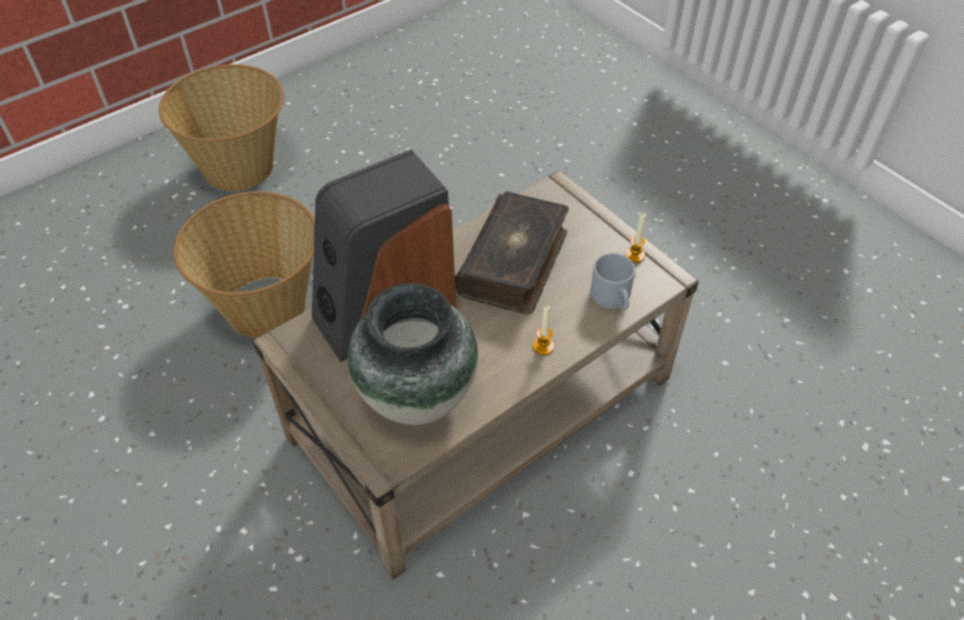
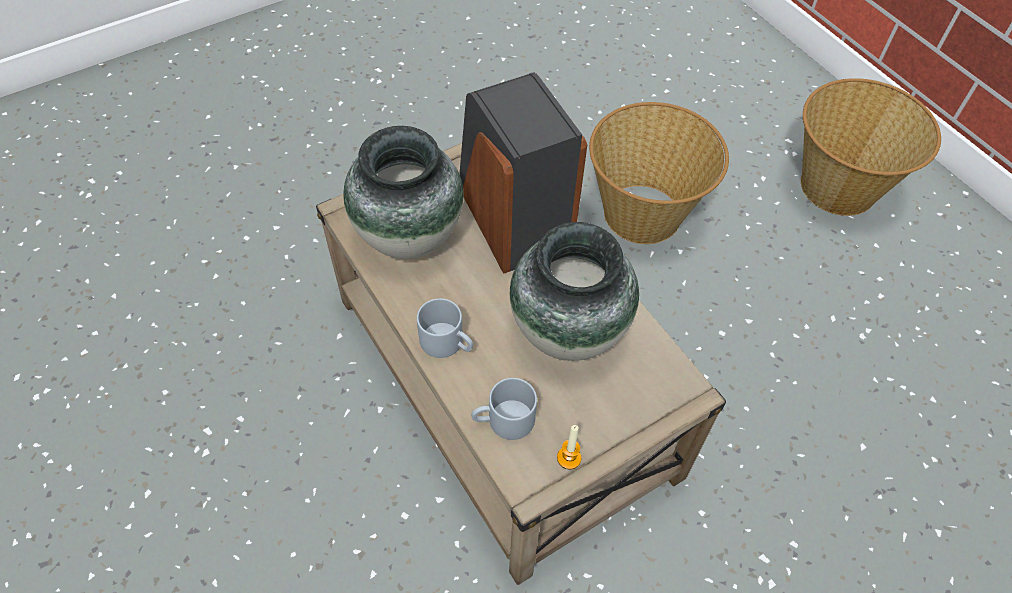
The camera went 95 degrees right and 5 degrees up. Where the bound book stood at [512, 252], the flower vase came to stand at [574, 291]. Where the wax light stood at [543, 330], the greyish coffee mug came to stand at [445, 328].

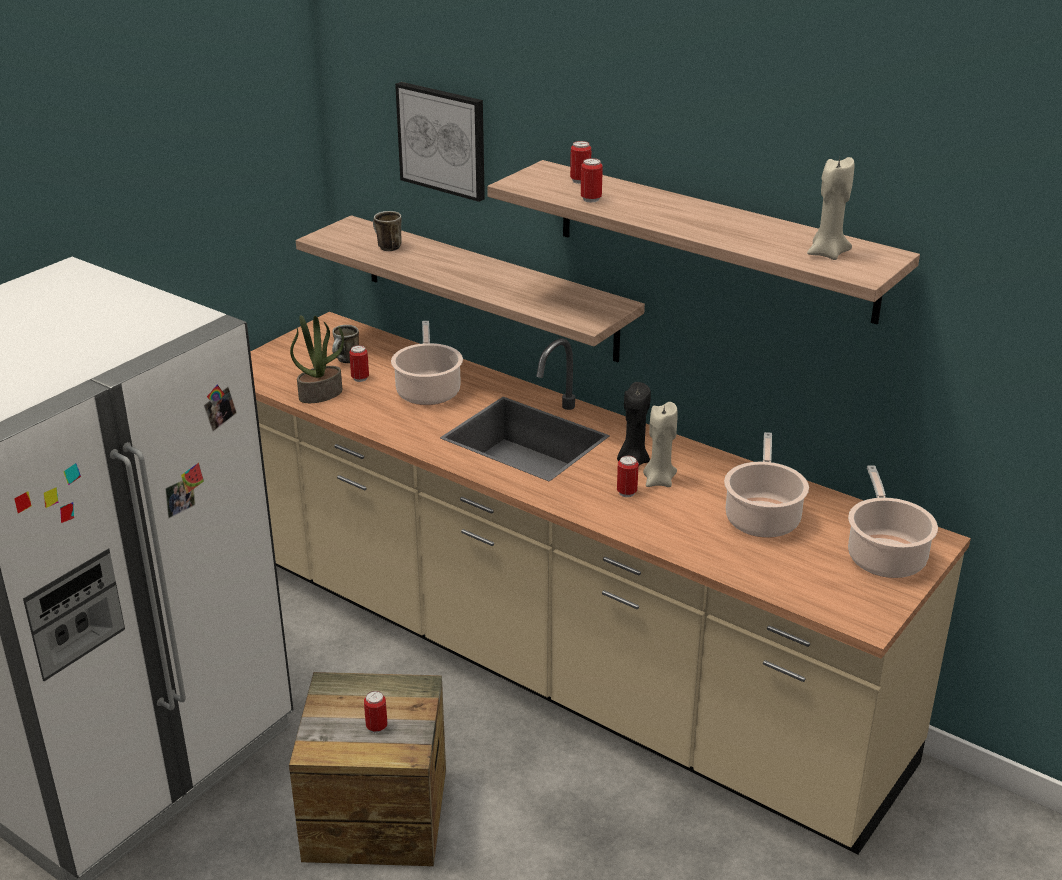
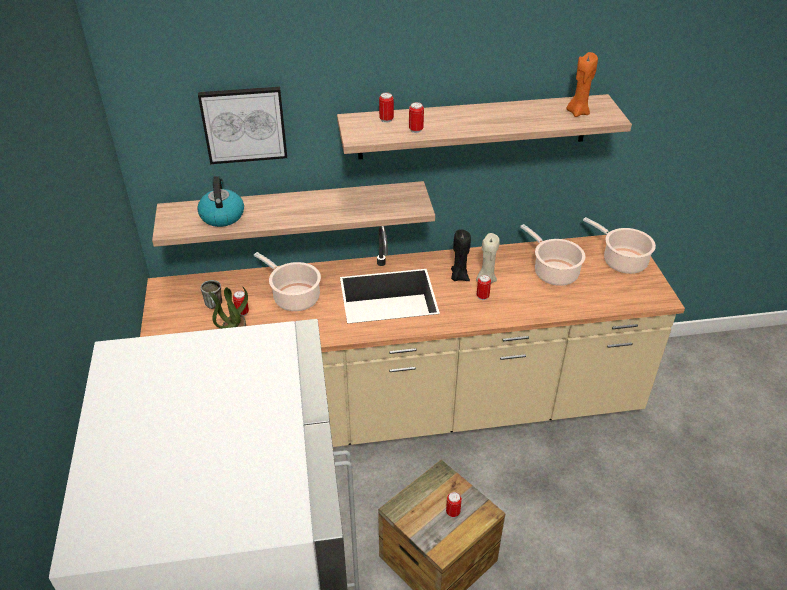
The camera went 45 degrees left and 10 degrees up. Where the coffee mug stood at [387, 231], the water kettle came to stand at [220, 201]. What was the beige wax light at [831, 208] turned into the orange-coloured wax light at [582, 84].

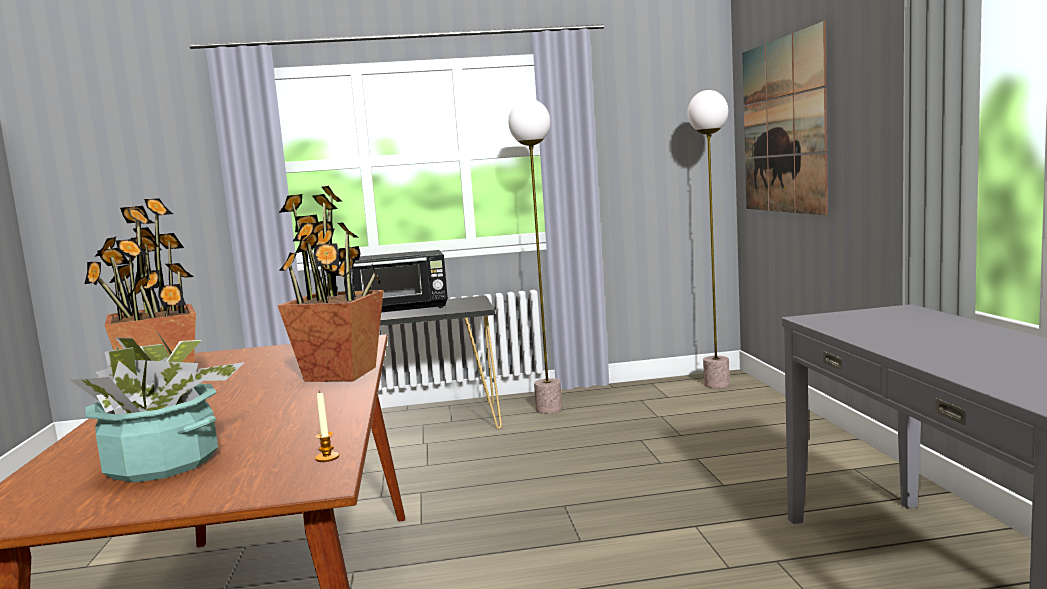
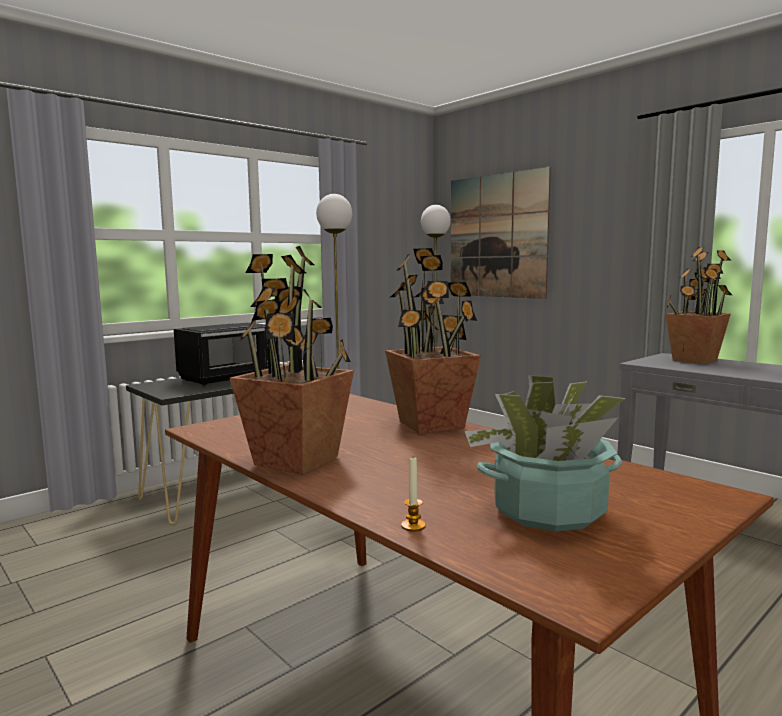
The camera went 35 degrees left and 0 degrees up. The second view gained the houseplant at [699, 305]. The wax light ended up elsewhere, having gone from [327, 426] to [413, 495].

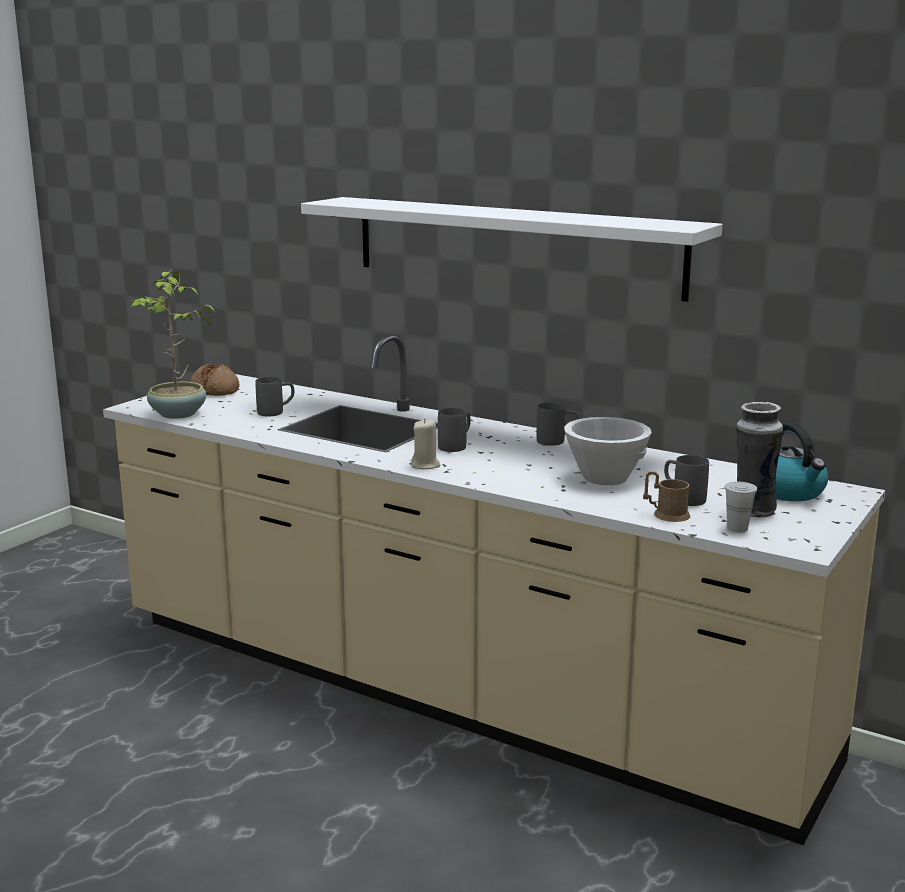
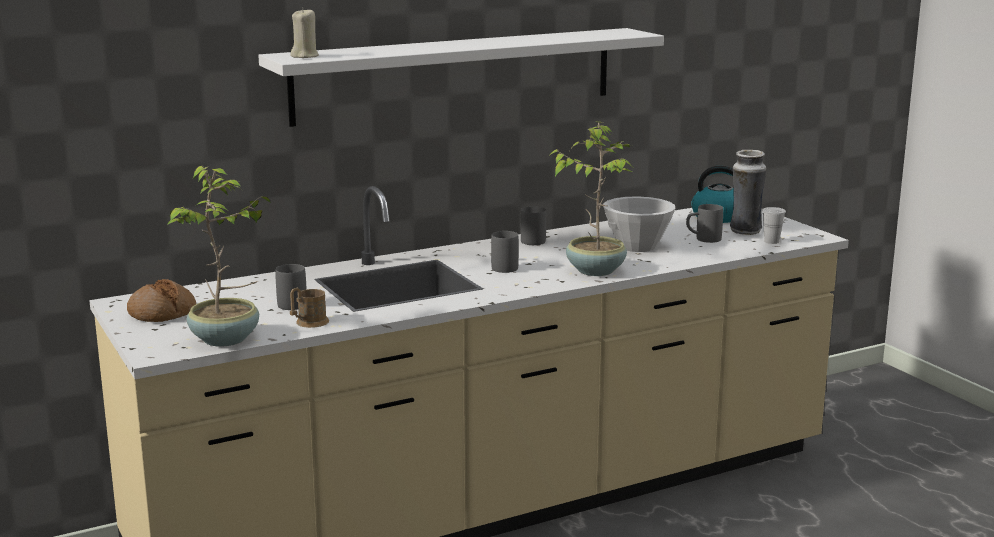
The camera went 60 degrees left and 0 degrees up. The second view gained the houseplant at [590, 199]. The beige wax light ended up elsewhere, having gone from [425, 443] to [304, 33]. The brownish coffee mug ended up elsewhere, having gone from [666, 496] to [309, 308].

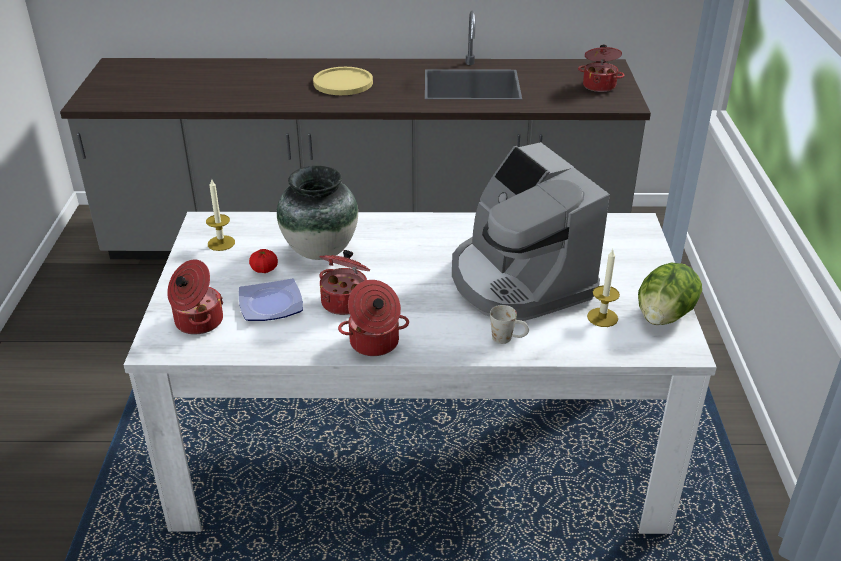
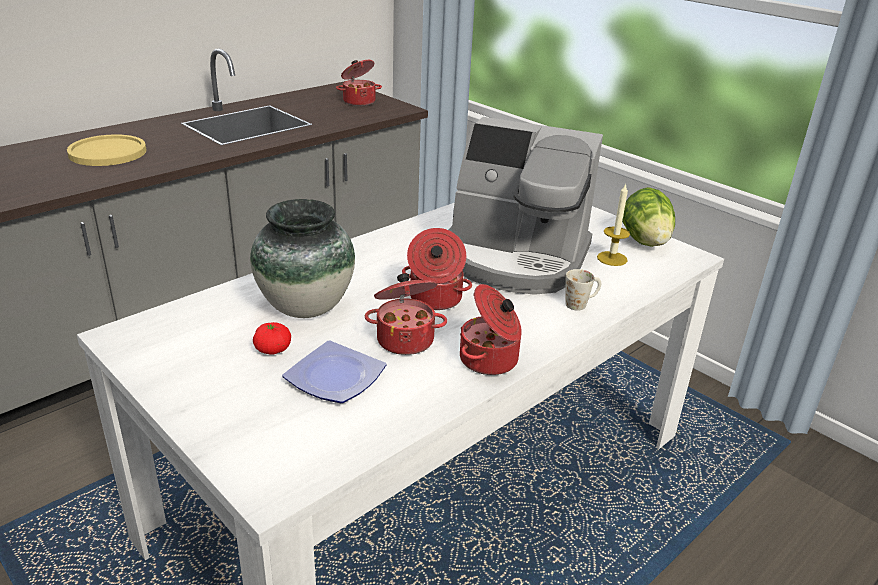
The camera went 45 degrees left and 5 degrees down. The second view lost the wax light at [220, 214]. The cooking pot ended up elsewhere, having gone from [195, 296] to [437, 269].

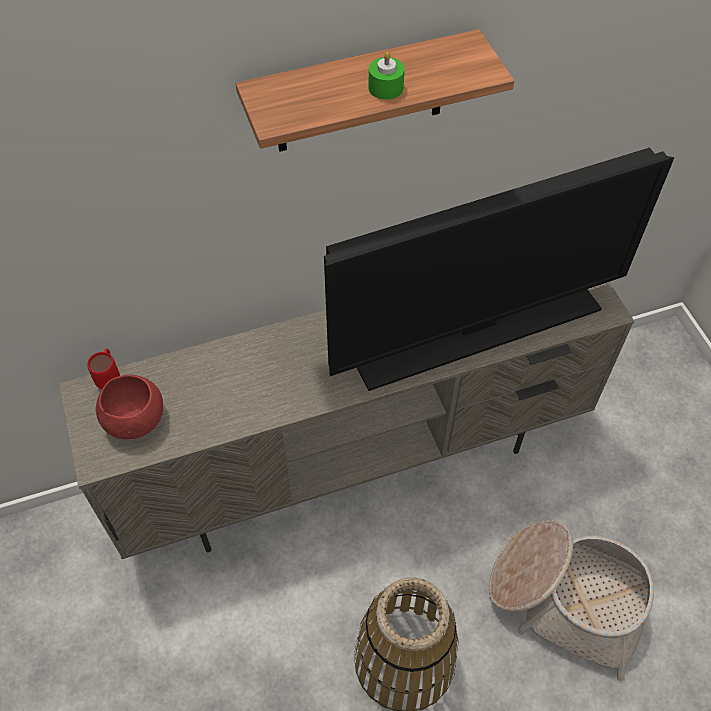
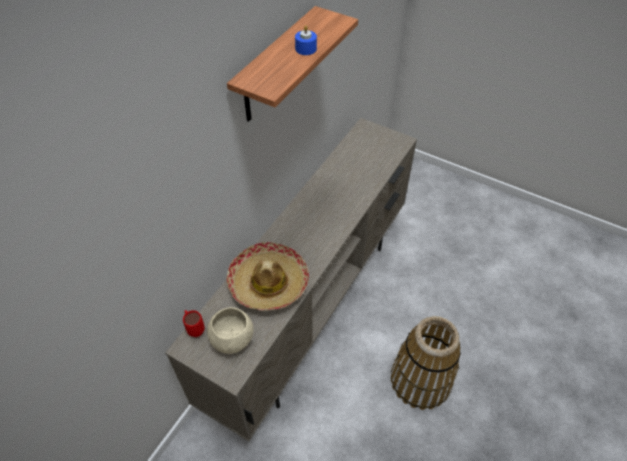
The camera went 40 degrees left and 5 degrees down. The second view lost the TV at [499, 269]. The second view lost the household basket at [571, 600]. The second view gained the hat at [267, 276]. What was the red bowl at [129, 407] turned into the beige bowl at [230, 330]. What was the green-coloured wax light at [386, 76] turned into the blue-coloured wax light at [306, 40].

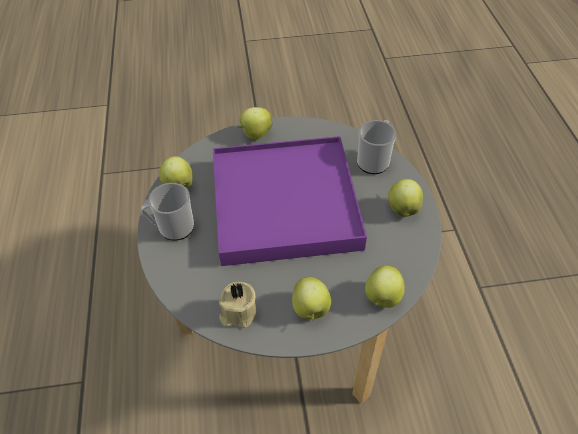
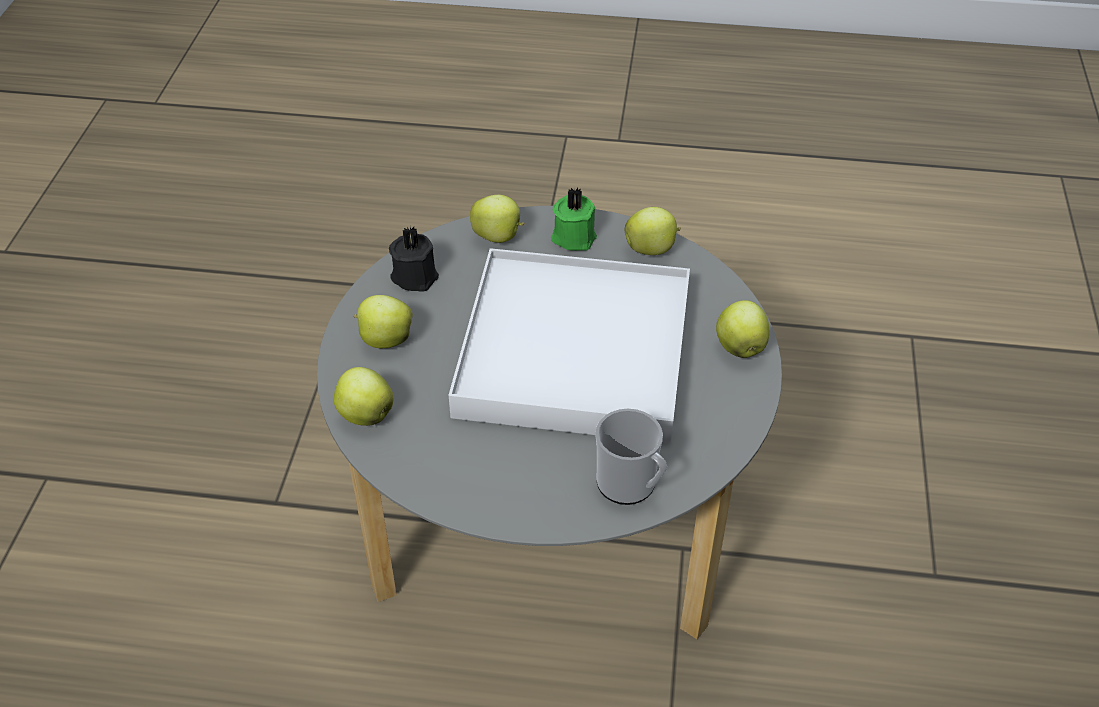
The camera went 105 degrees right and 5 degrees down. The apple fruit ended up elsewhere, having gone from [405, 198] to [497, 219]. Where the coffee mug stood at [167, 212], the green-coloured wax light came to stand at [574, 219]. What was the purple-coloured tray at [290, 201] turned into the whitish tray at [569, 346]. What was the beige wax light at [237, 305] turned into the blackish wax light at [414, 258].

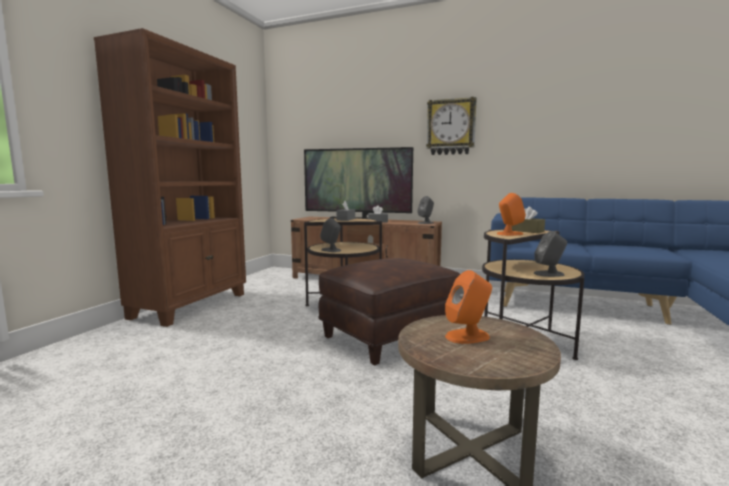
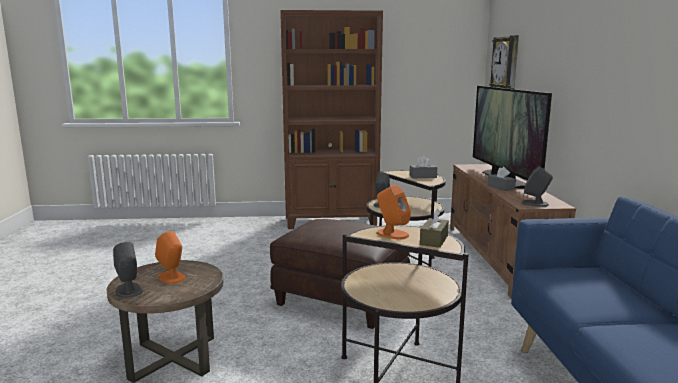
The camera went 65 degrees right and 5 degrees up. The wall clock ended up elsewhere, having gone from [451, 126] to [504, 62]. The greyish audio speaker ended up elsewhere, having gone from [550, 254] to [128, 270].

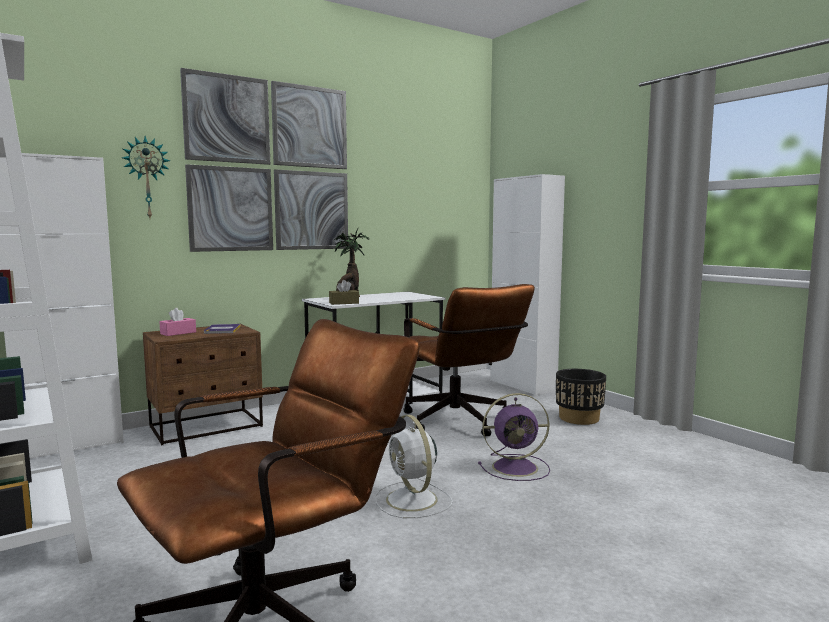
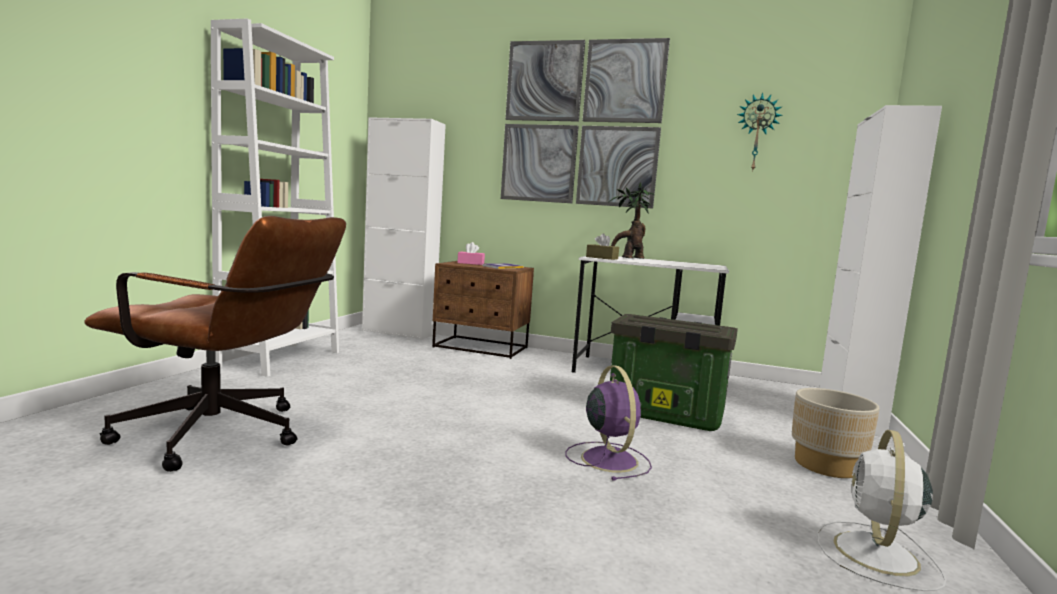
The camera went 50 degrees right and 0 degrees up. The wall clock ended up elsewhere, having gone from [146, 177] to [760, 132]. The whitish fan ended up elsewhere, having gone from [414, 466] to [881, 510]. Where the brownish desk chair stood at [469, 360], the storage box came to stand at [674, 372]. What was the blackish flower pot at [581, 397] turned into the beige flower pot at [836, 433]. The purple-coloured fan at [514, 437] ended up facing another way, 150 degrees counterclockwise from before.

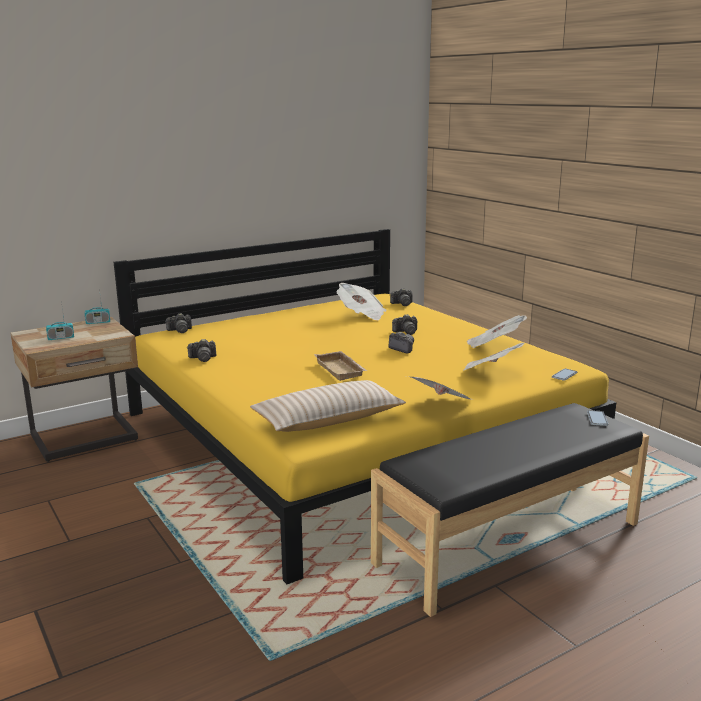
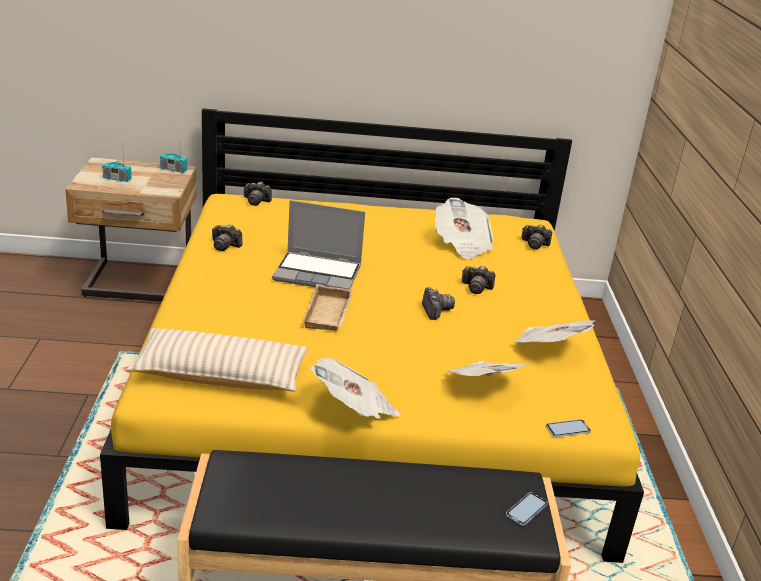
The camera went 30 degrees right and 10 degrees up. The second view gained the portable computer at [318, 245].

